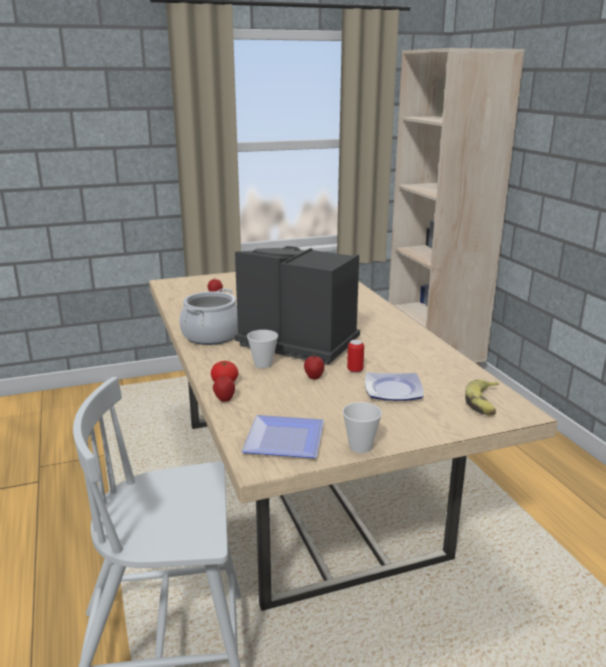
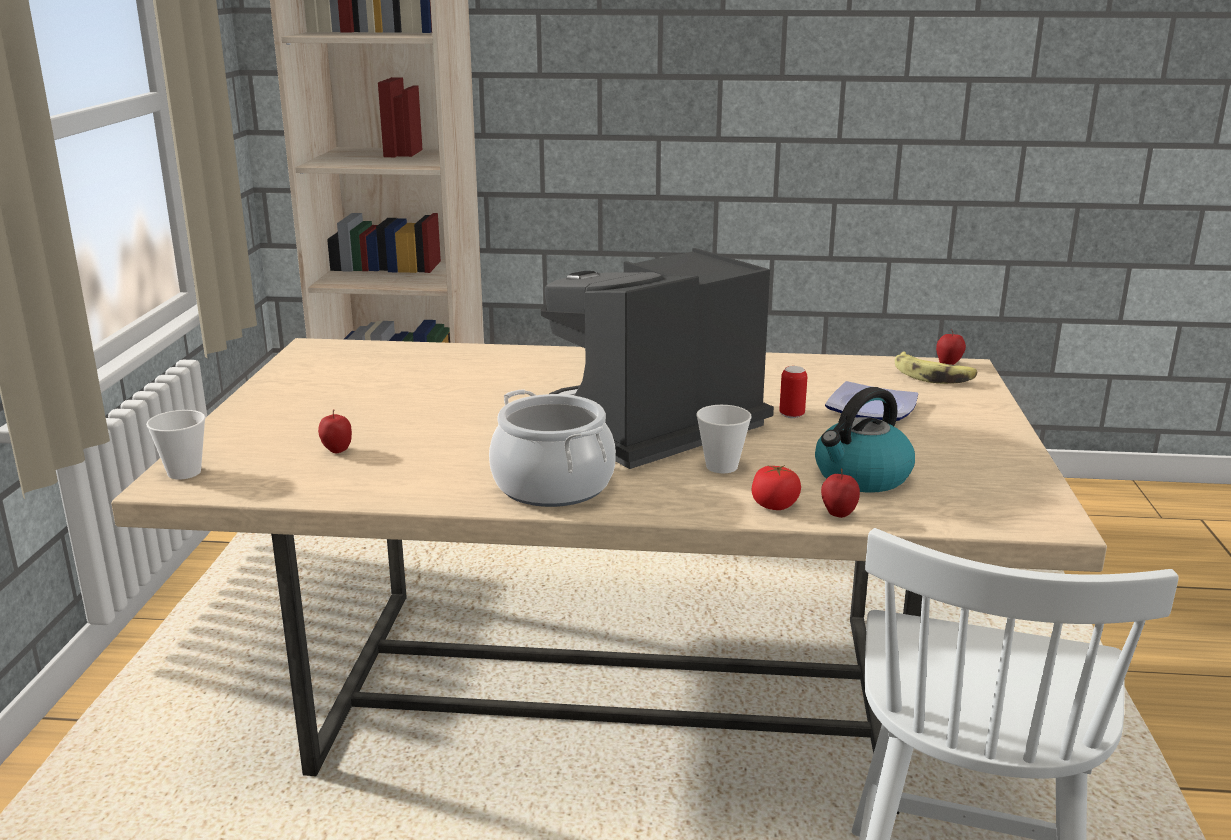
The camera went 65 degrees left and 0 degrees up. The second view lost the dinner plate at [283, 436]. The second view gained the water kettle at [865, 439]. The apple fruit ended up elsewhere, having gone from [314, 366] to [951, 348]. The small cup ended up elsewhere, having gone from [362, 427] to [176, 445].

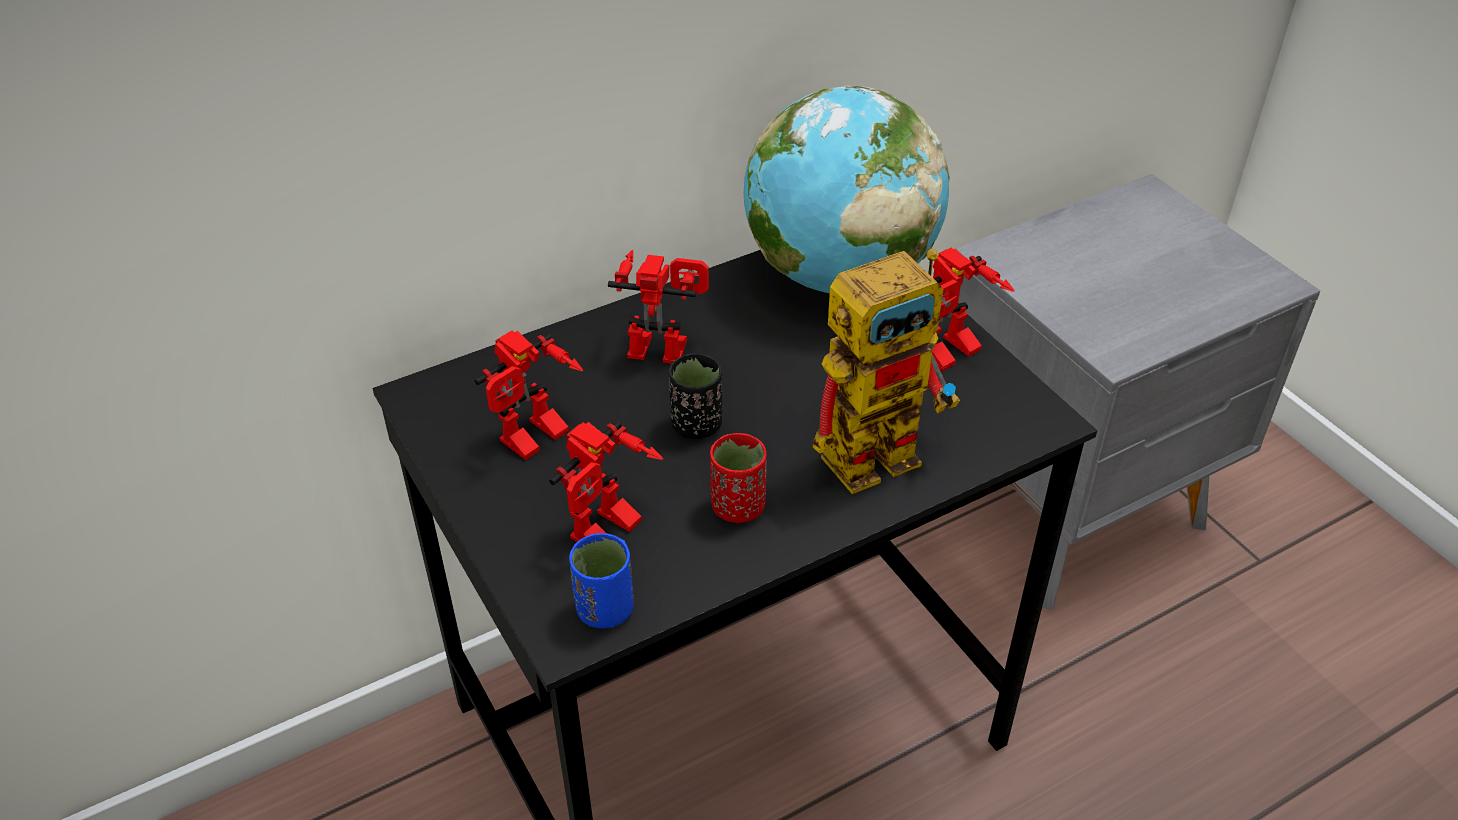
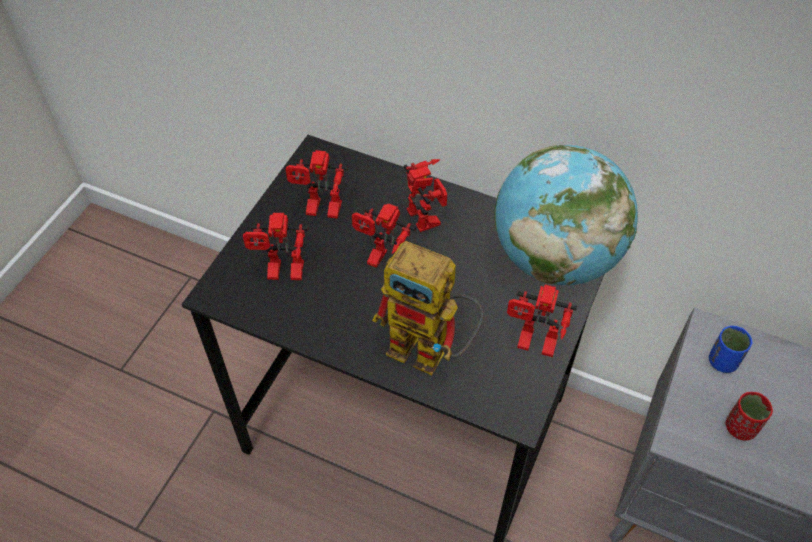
The camera went 55 degrees right and 10 degrees up. The blue-coloured small cup ended up elsewhere, having gone from [601, 581] to [731, 349]. The red small cup ended up elsewhere, having gone from [738, 478] to [749, 416]. Where the blackish small cup stood at [695, 396], the model robot came to stand at [384, 235].

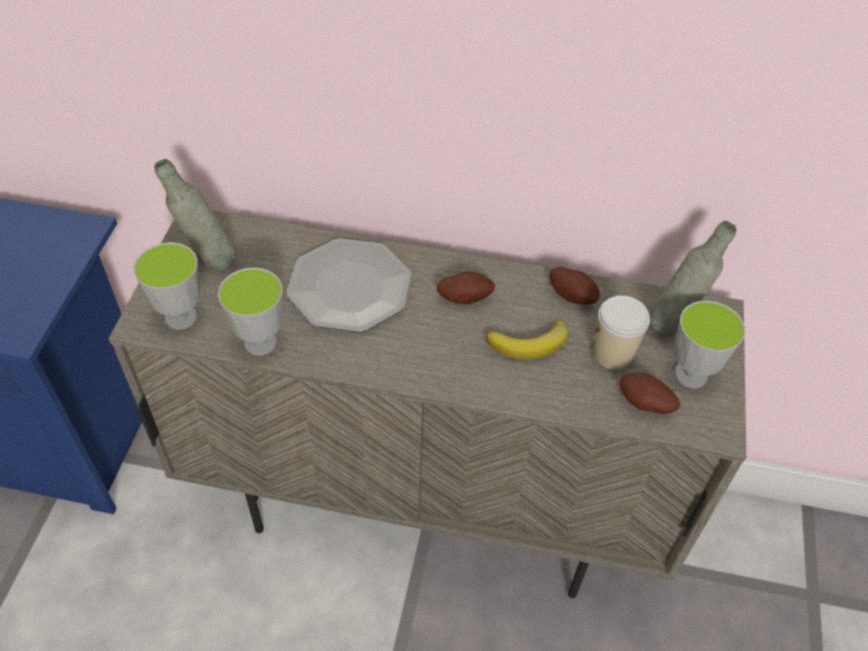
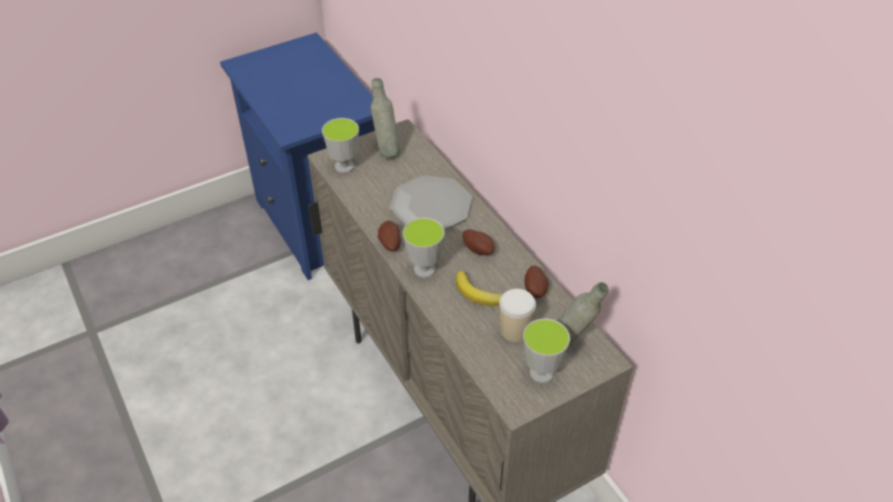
The camera went 50 degrees right and 5 degrees down. The small cup ended up elsewhere, having gone from [250, 311] to [424, 248]. The potato ended up elsewhere, having gone from [650, 393] to [389, 236].

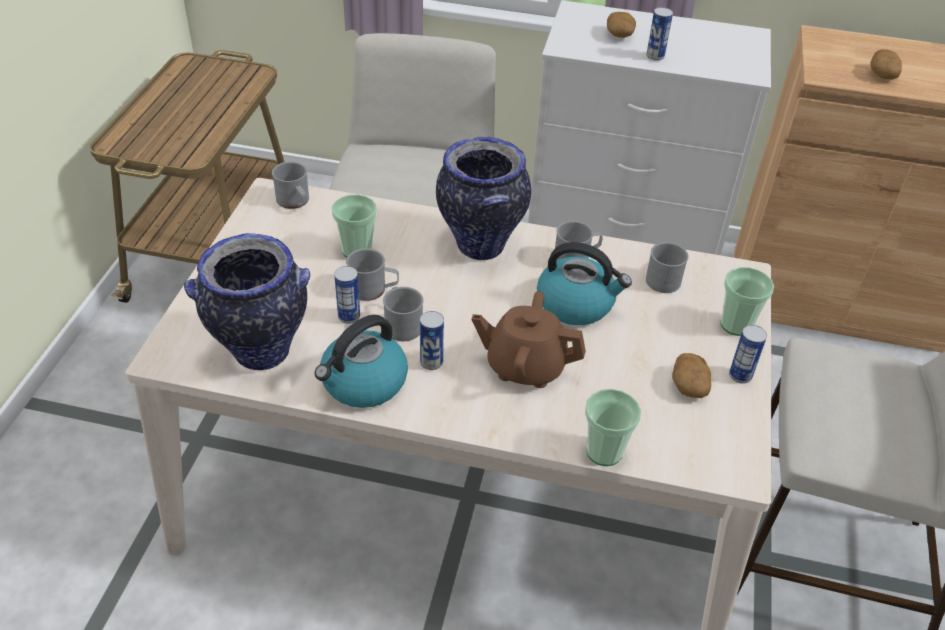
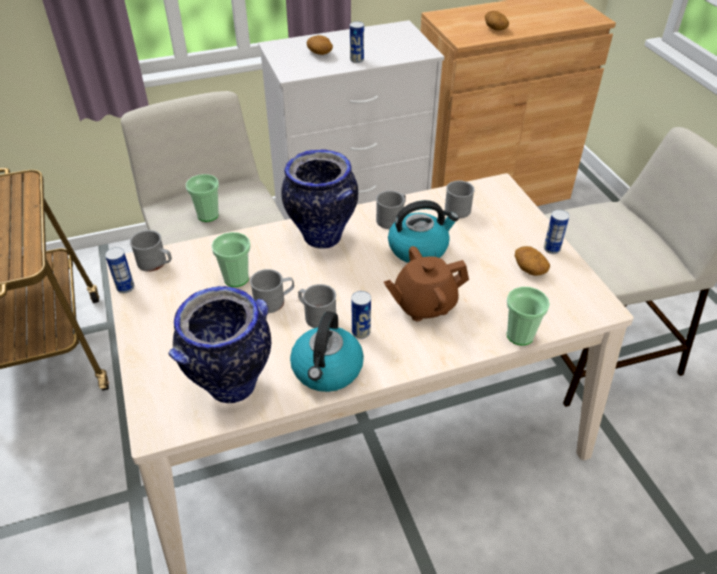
The camera went 30 degrees left and 0 degrees up. The sealed can ended up elsewhere, having gone from [347, 295] to [119, 270]. The small cup ended up elsewhere, having gone from [747, 301] to [202, 198].

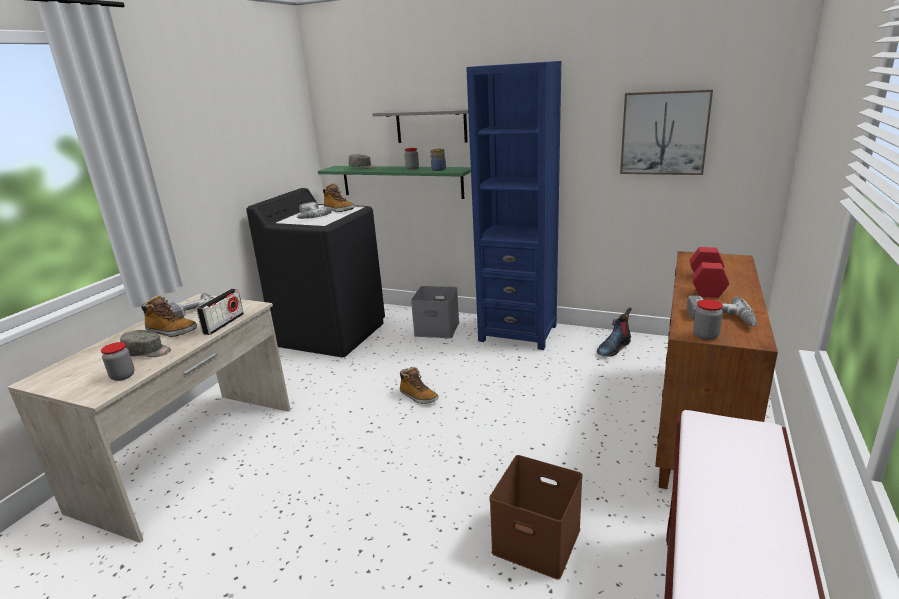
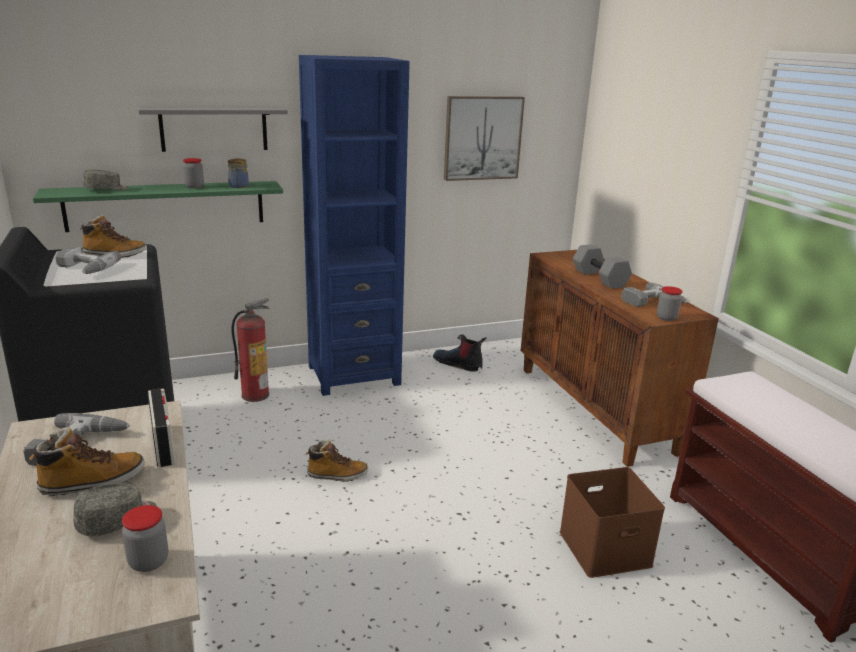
The camera went 45 degrees left and 0 degrees up. Where the greyish storage box stood at [435, 312], the extinguisher came to stand at [250, 350]. What was the red hand weight at [709, 272] turned into the greyish hand weight at [602, 266]. The high-top boot at [614, 332] ended up facing another way, 120 degrees clockwise from before.

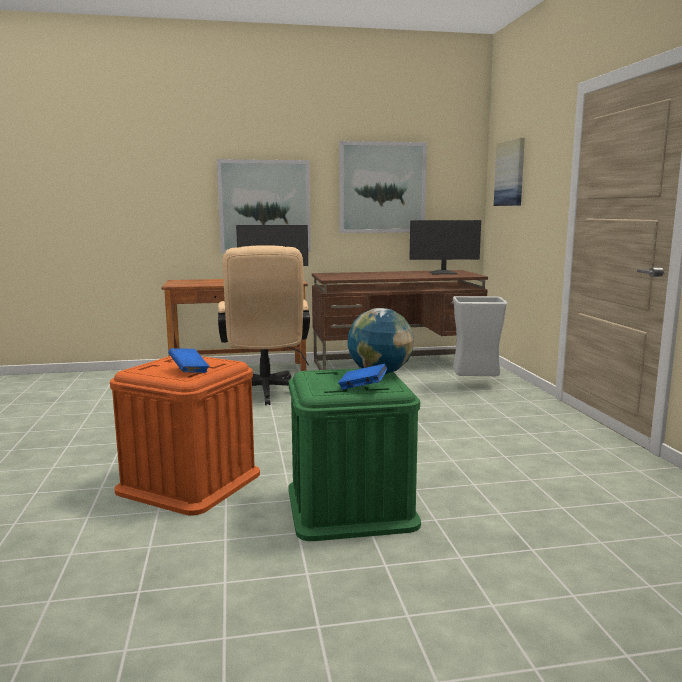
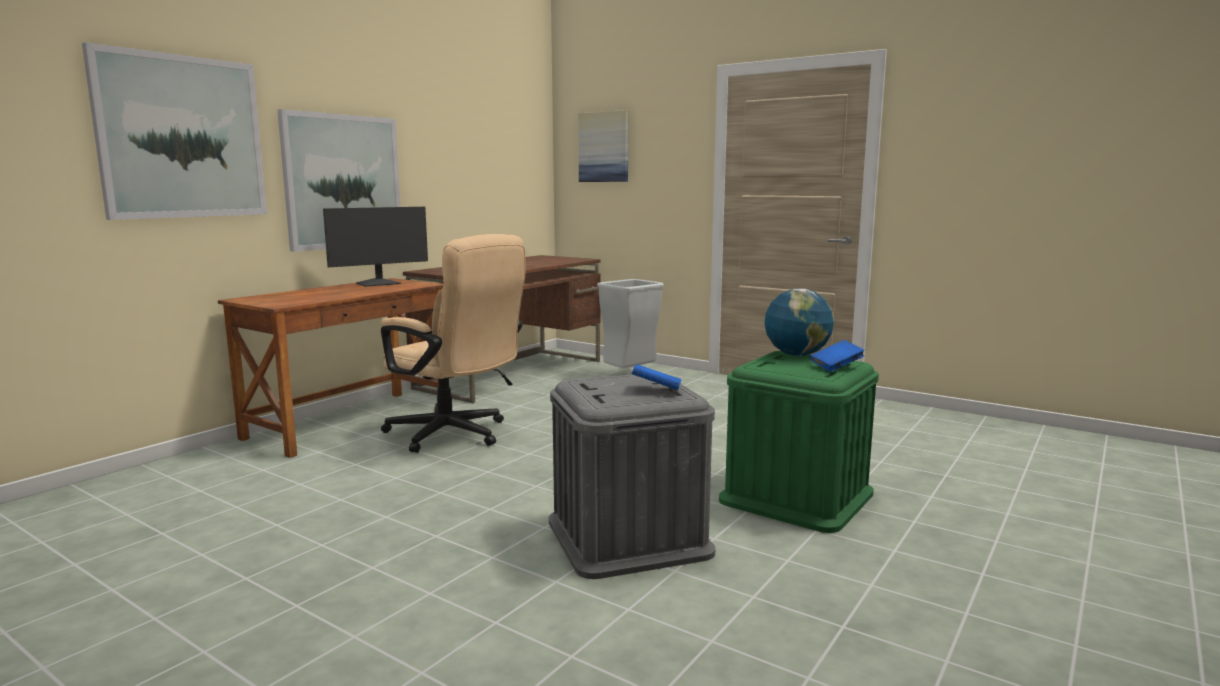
The camera went 45 degrees left and 0 degrees up. The second view lost the computer display at [445, 247]. The picture ended up elsewhere, having gone from [383, 187] to [174, 131]. What was the orange-coloured storage box at [185, 435] turned into the greyish storage box at [632, 476].

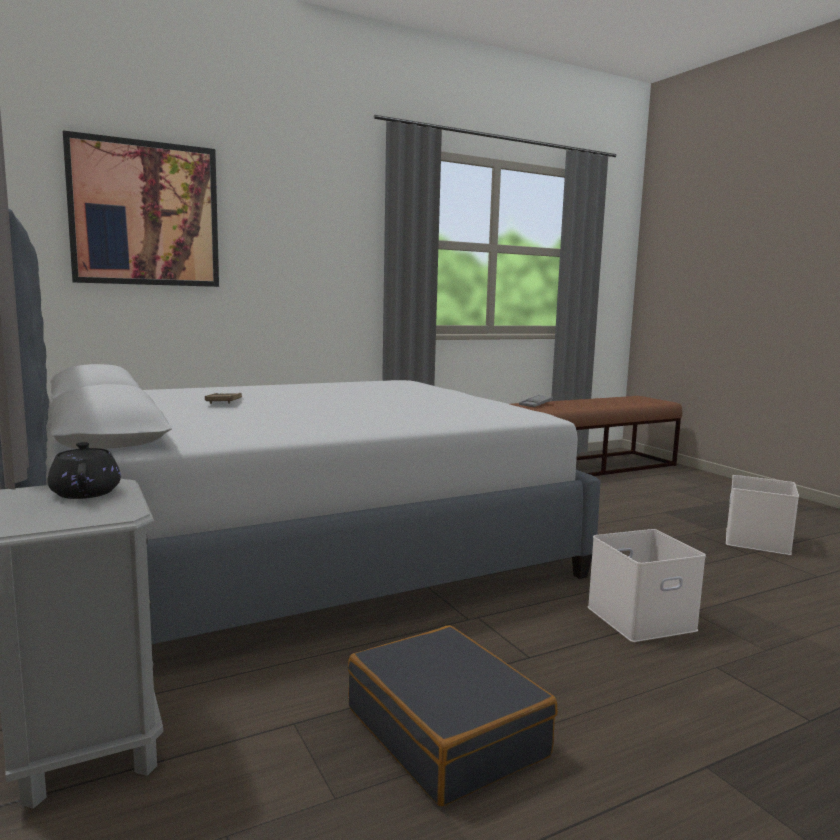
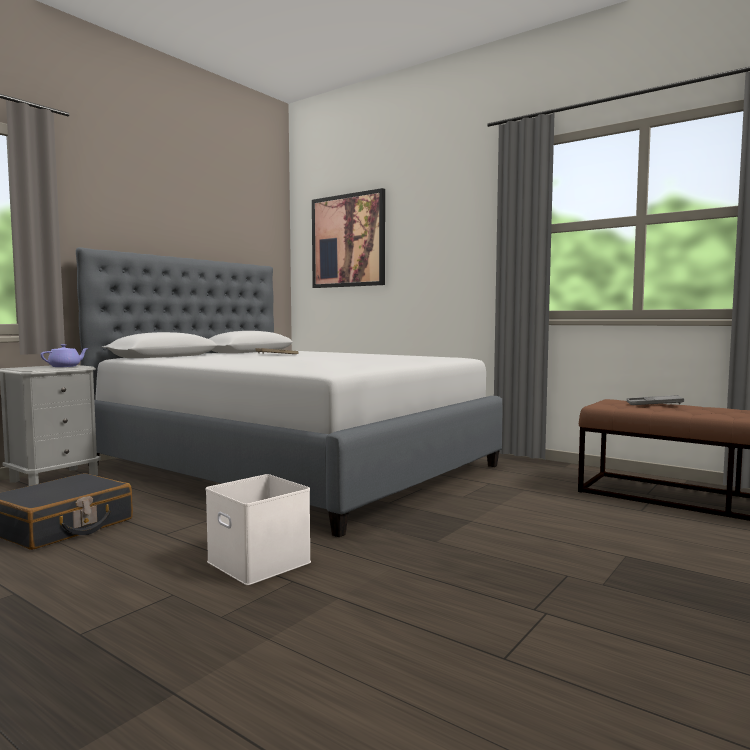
The camera went 65 degrees right and 5 degrees down. The second view lost the whitish storage box at [762, 515]. What was the blackish pot for tea at [84, 470] turned into the purple-coloured pot for tea at [65, 355].

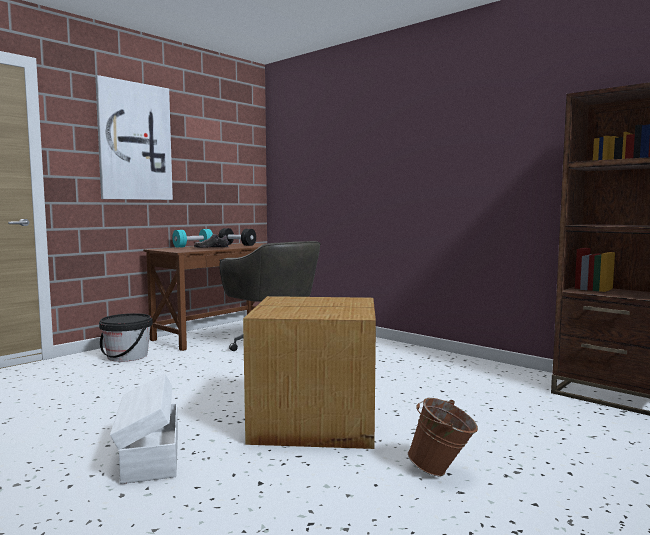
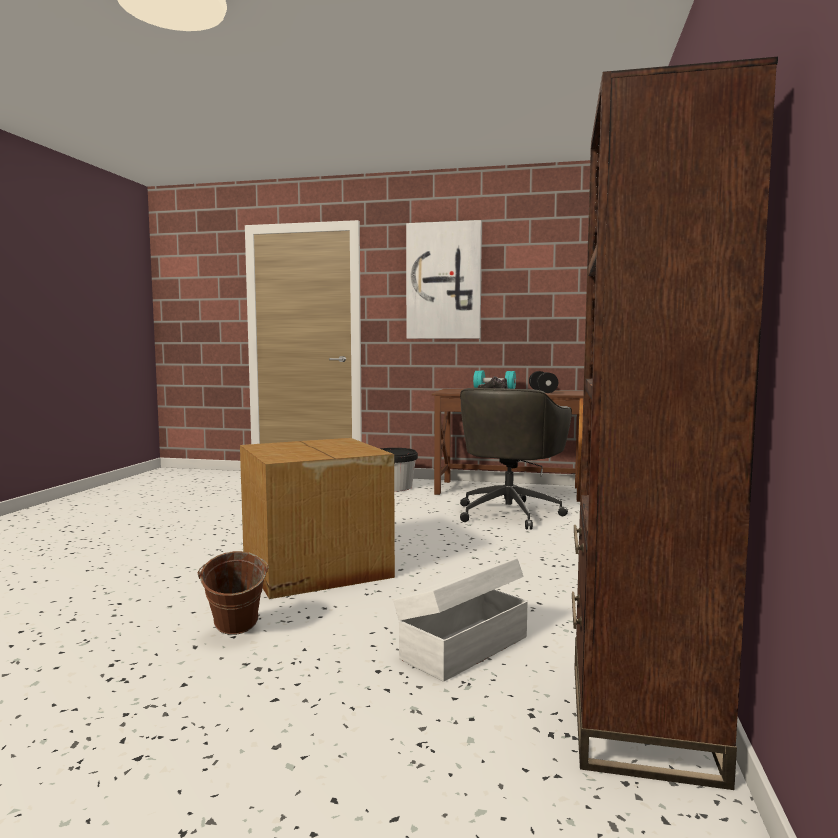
The camera went 60 degrees right and 0 degrees up. The whitish storage box ended up elsewhere, having gone from [144, 429] to [460, 620].

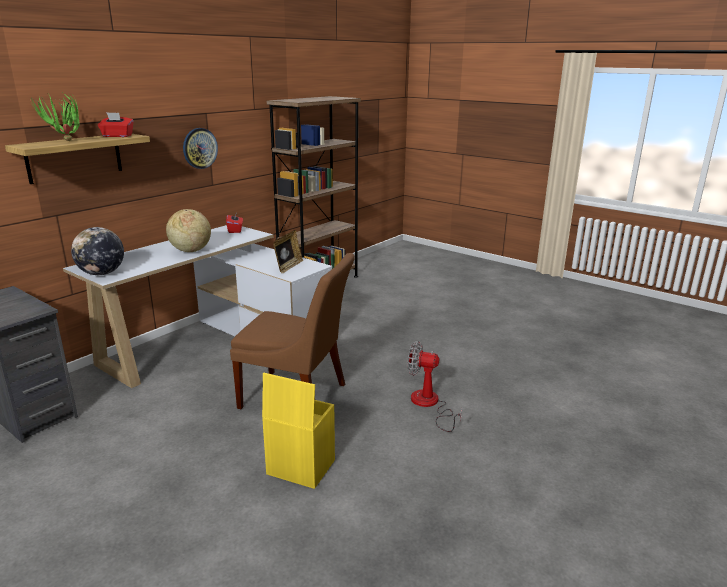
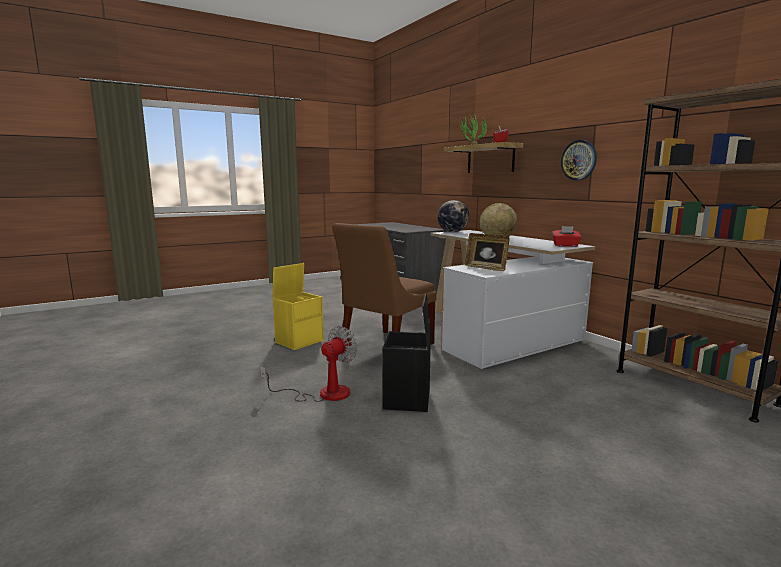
The camera went 110 degrees right and 10 degrees down. The second view gained the blackish storage box at [407, 352].

